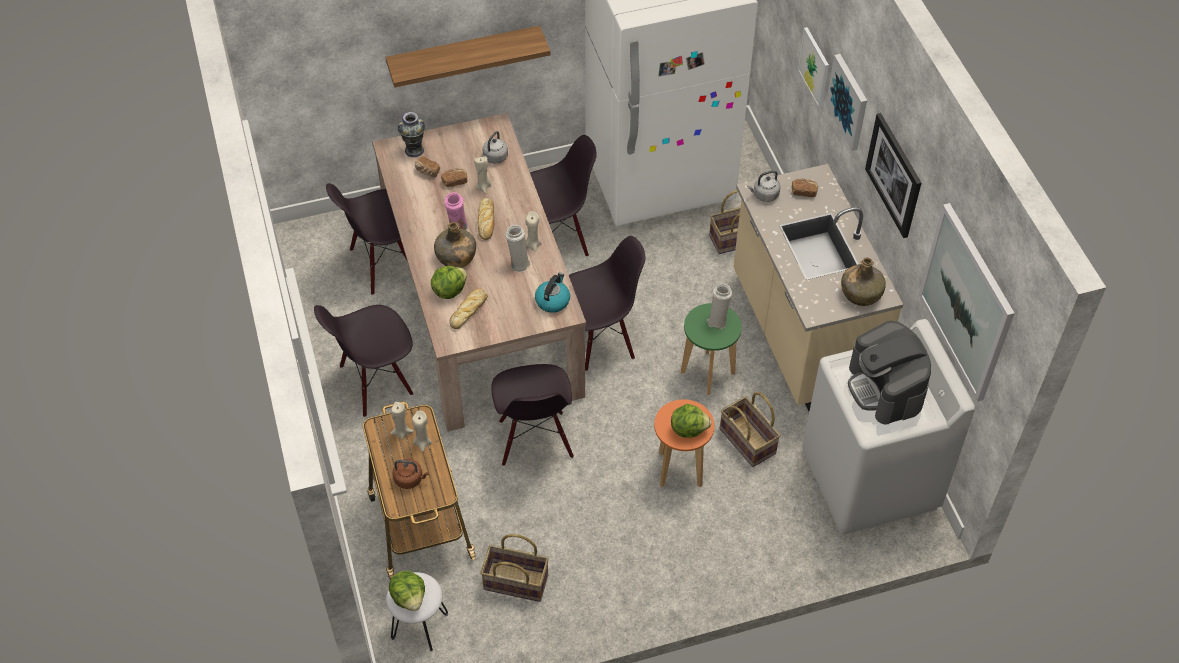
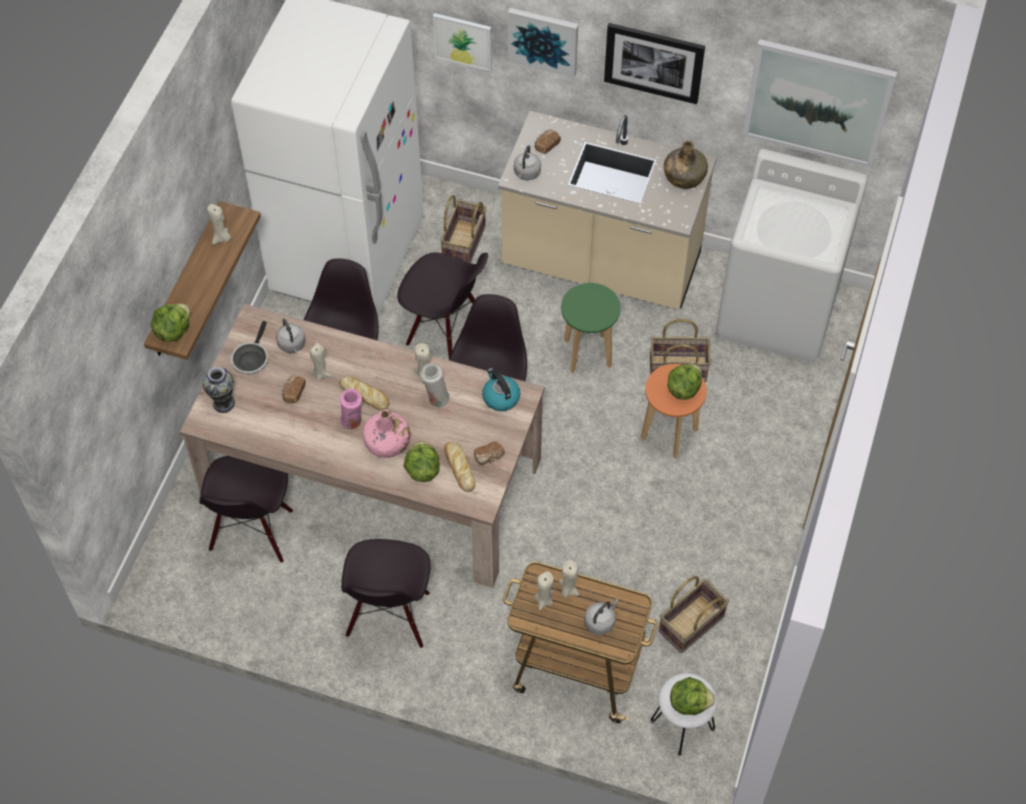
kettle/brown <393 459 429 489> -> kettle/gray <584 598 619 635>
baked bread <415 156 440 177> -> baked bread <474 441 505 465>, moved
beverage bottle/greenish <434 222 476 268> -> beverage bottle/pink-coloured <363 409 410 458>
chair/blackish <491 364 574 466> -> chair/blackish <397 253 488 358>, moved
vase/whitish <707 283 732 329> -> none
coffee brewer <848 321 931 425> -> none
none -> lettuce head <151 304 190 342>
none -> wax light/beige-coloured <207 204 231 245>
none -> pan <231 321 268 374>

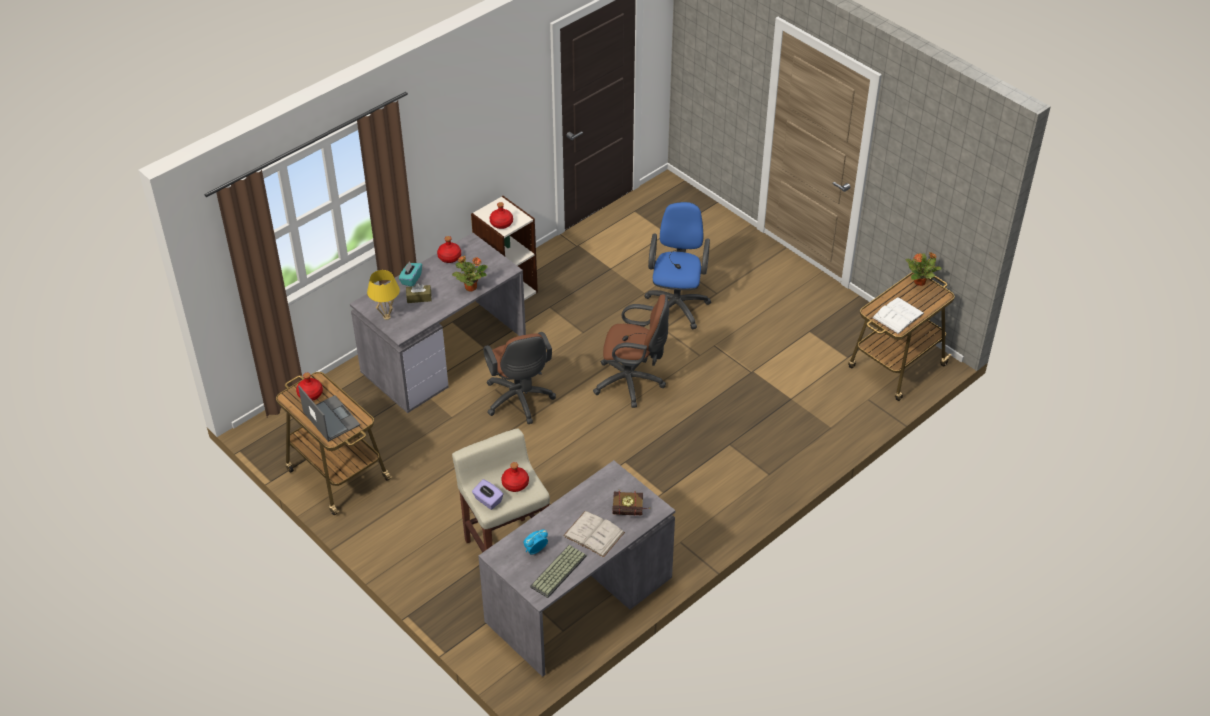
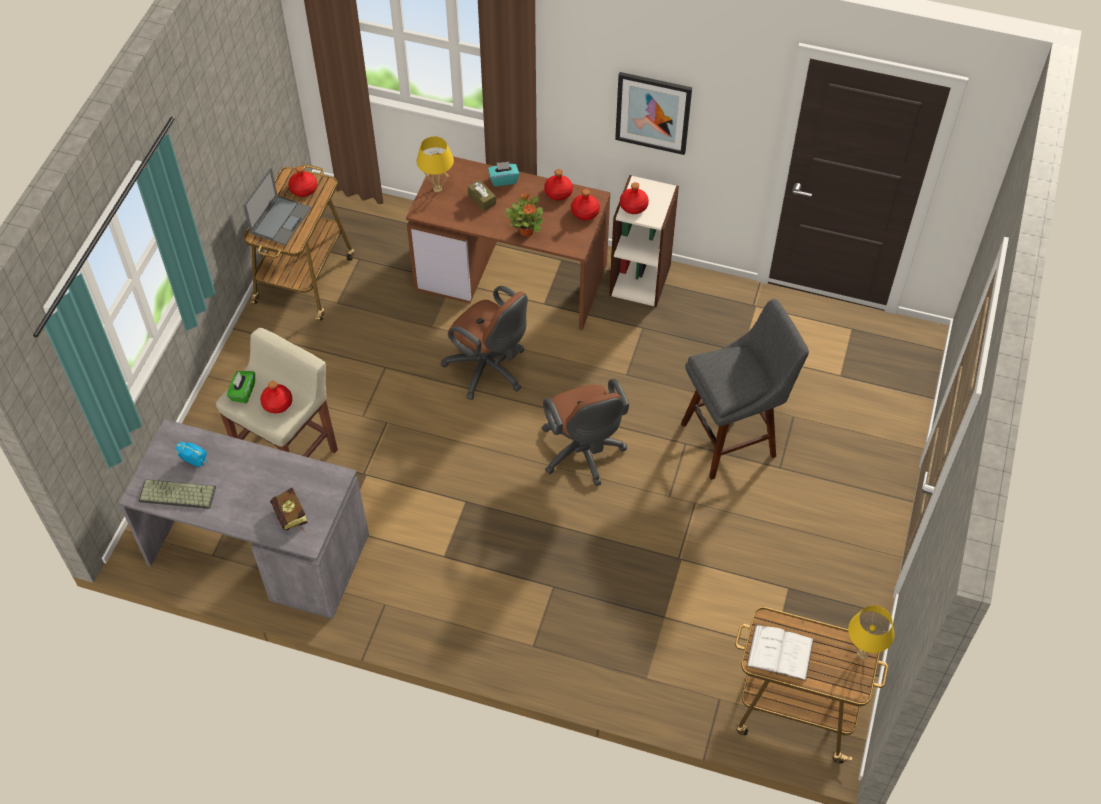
desk table/gray <350 233 526 413> -> desk table/brown <406 153 610 330>
tissue box/purple <472 479 503 510> -> tissue box/greenish <227 371 255 403>
computer chair/brown <484 332 556 424> -> computer chair/brown <441 286 528 400>, 90 degrees counterclockwise
volume/whitish <563 511 625 558> -> none
computer chair/blue-coloured <644 202 711 330> -> sitting stool/gray <681 299 809 480>
plant in a pot <905 252 942 286> -> lamp for a table/yellowish <848 605 894 659>
none -> beverage bottle/red-coloured <571 189 600 220>
none -> wall picture <615 72 692 155>

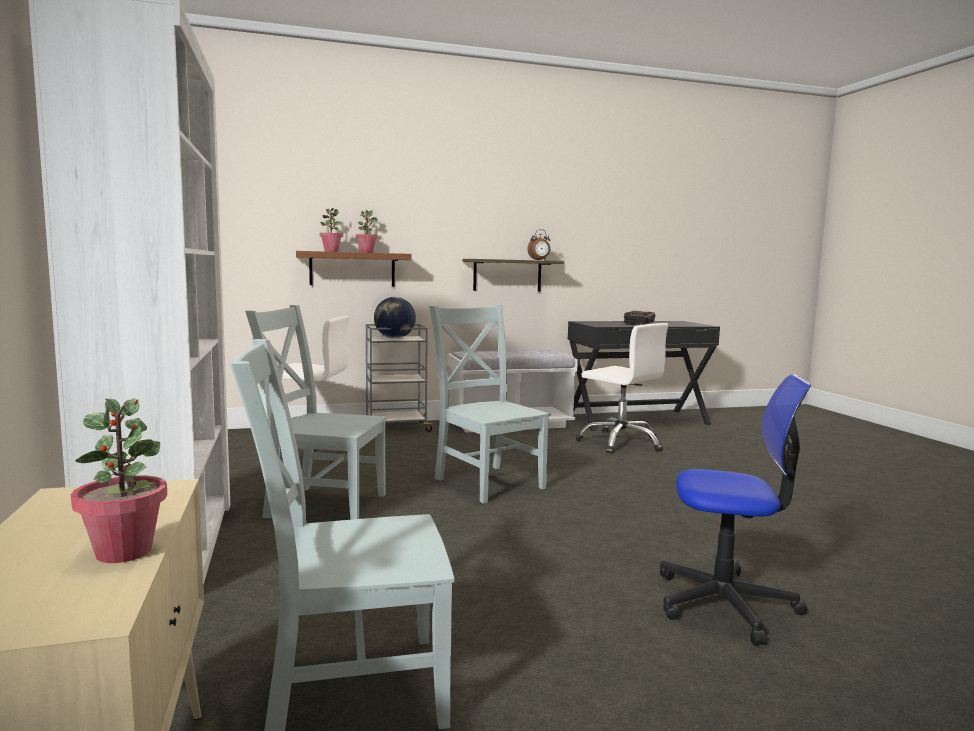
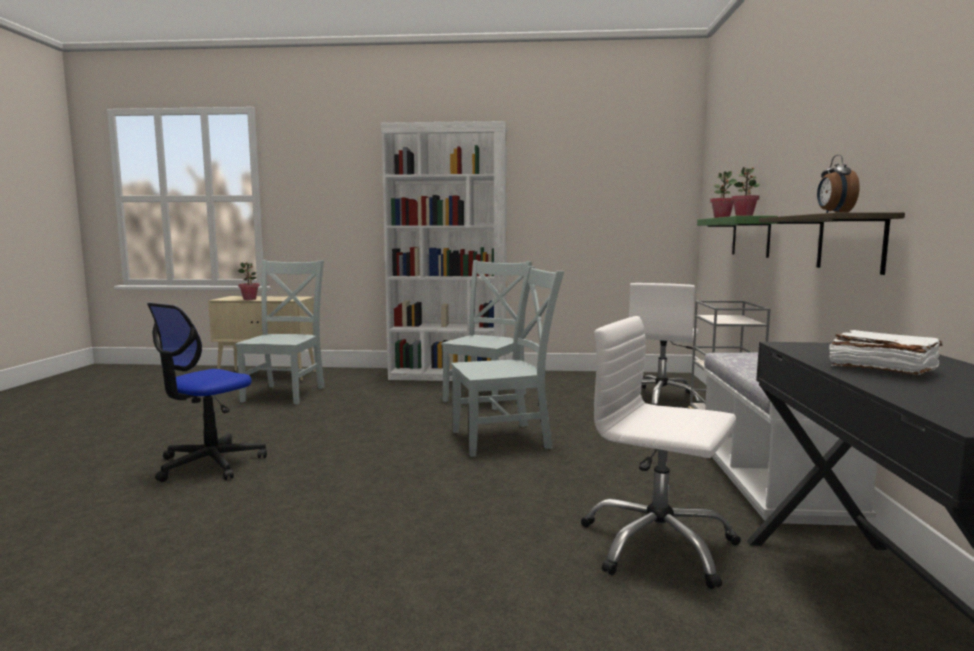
shelf/brown <296 251 412 286> -> shelf/greenish <697 216 778 258>
world globe <374 297 416 339> -> none
computer chair/whitish <576 323 668 454> -> computer chair/whitish <581 316 741 589>, 60 degrees clockwise
volume/blackish <623 311 656 325> -> volume/whitish <829 330 943 375>

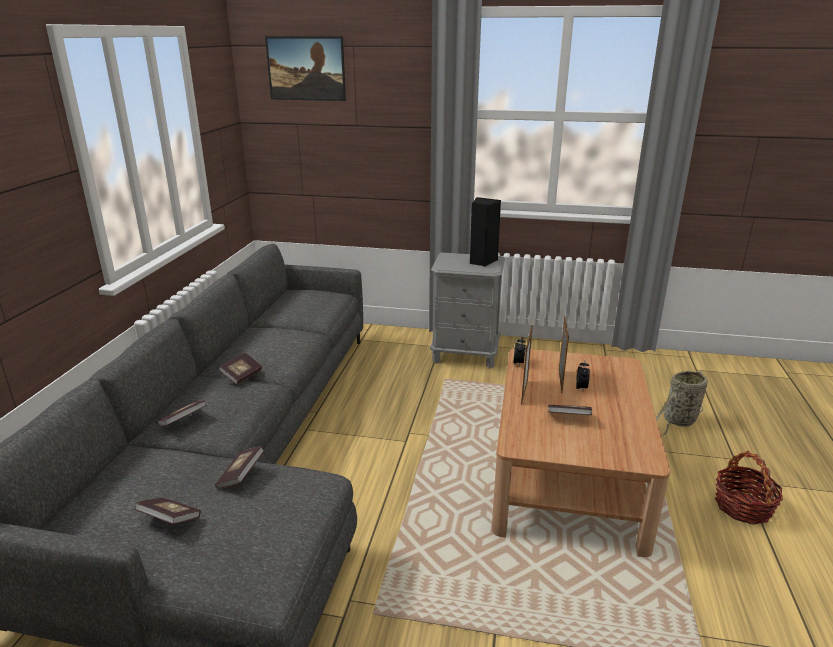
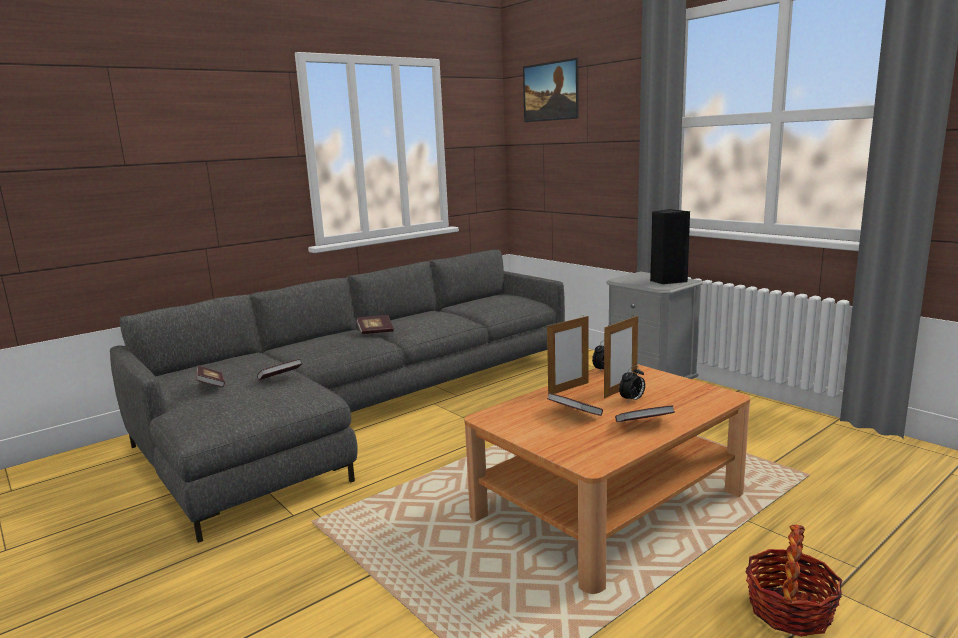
volume <157 400 207 426> -> volume <615 405 675 422>, moved
basket <656 370 708 436> -> none

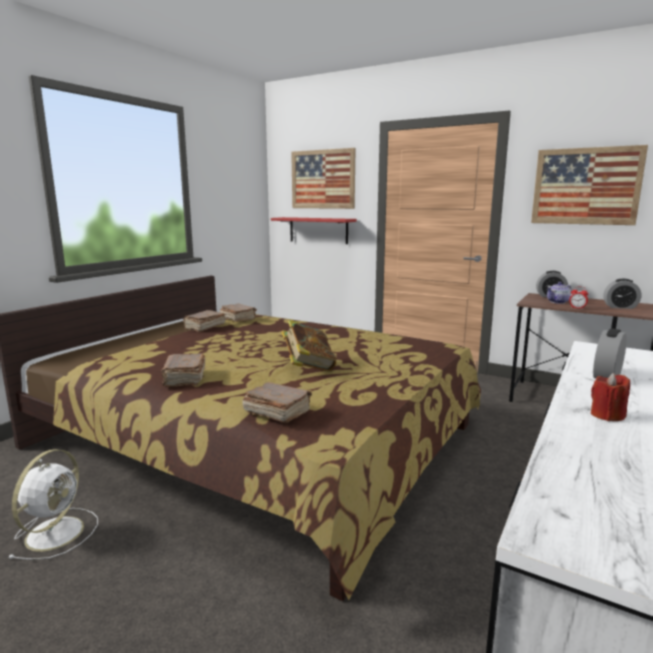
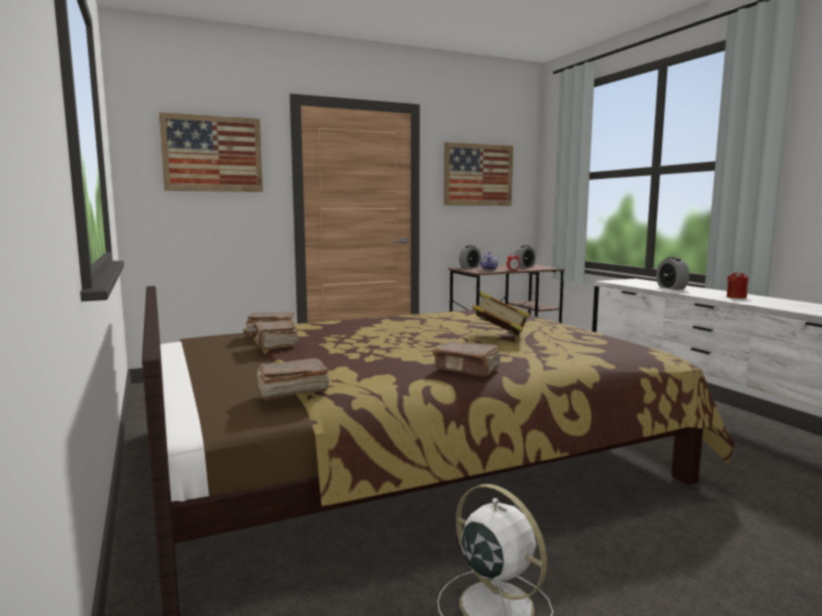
volume/brown <242 382 312 423> -> volume/brown <256 358 329 400>, moved
shelf/red-coloured <271 217 357 244> -> none

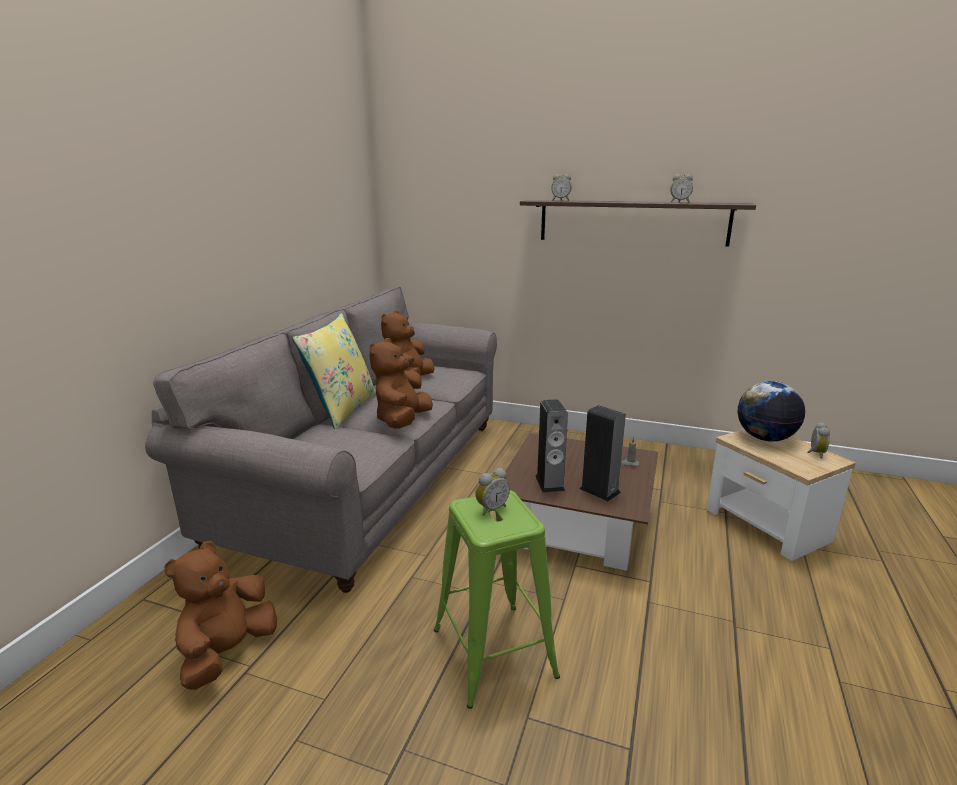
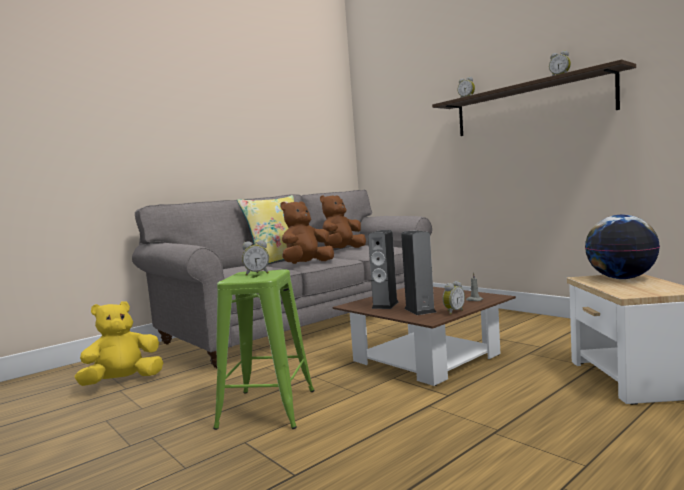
soft toy/brown <164 541 277 690> -> soft toy/yellowish <74 301 164 386>
bedside clock <808 422 830 459> -> bedside clock <443 281 465 315>, moved

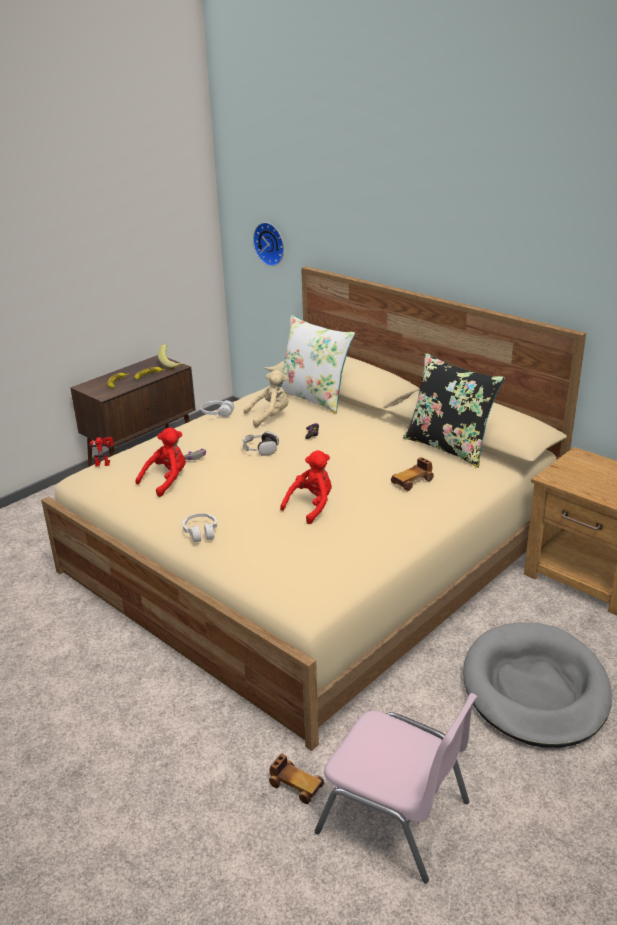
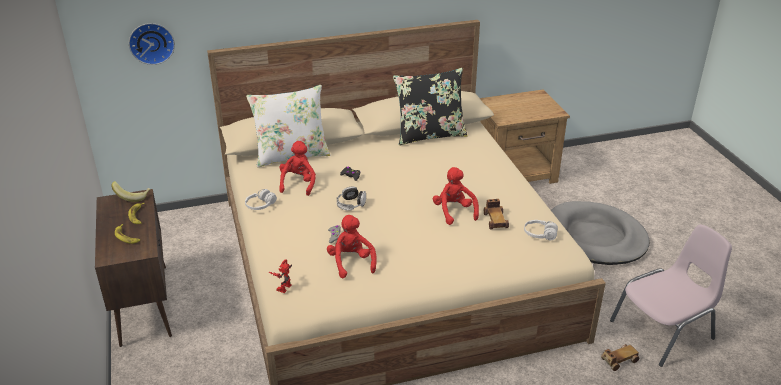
headset/whitish <183 513 217 542> -> headset/whitish <524 220 558 240>, moved
soft toy/beige-coloured <244 370 289 427> -> soft toy/red-coloured <279 141 316 196>
model car <391 457 434 491> -> model car <484 199 509 230>, moved

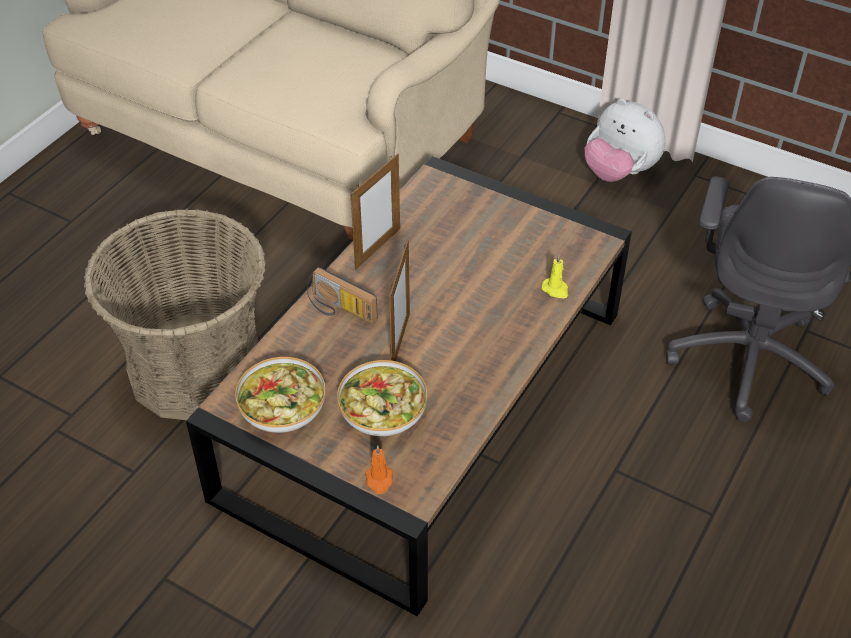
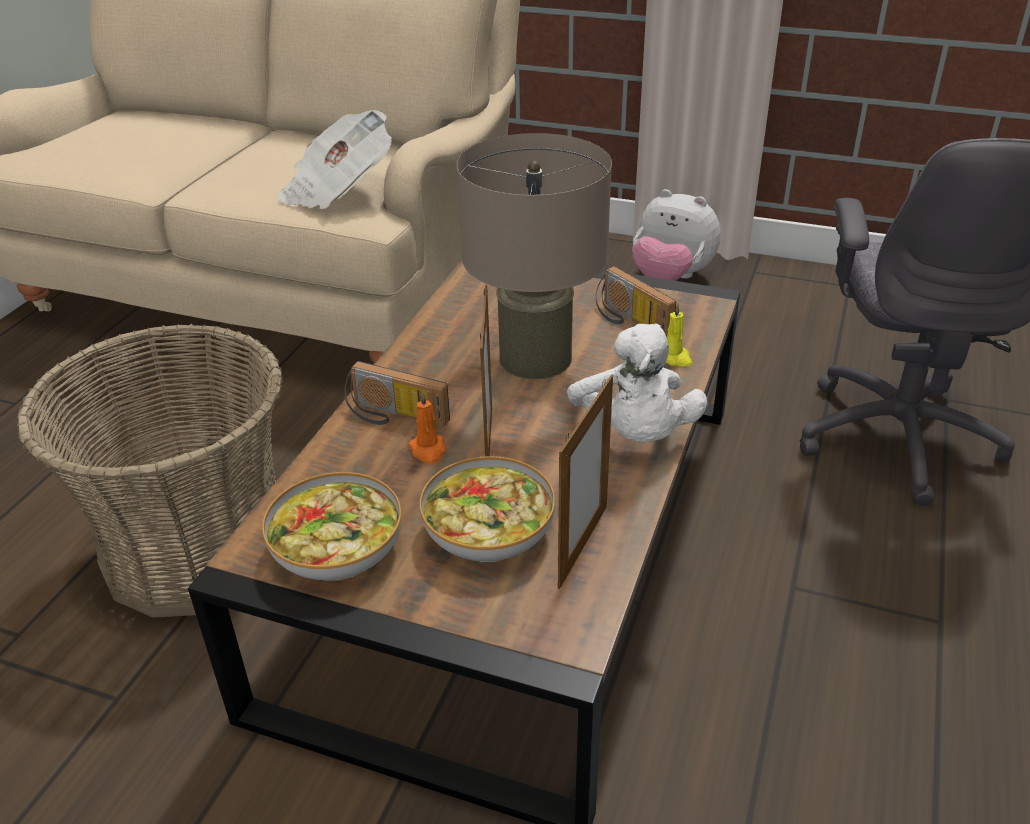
photo frame <351 153 400 269> -> photo frame <558 375 613 589>, moved
wax light/orangey <365 445 393 494> -> wax light/orangey <408 391 446 464>, moved
none -> daily paper <277 110 392 209>
none -> lamp for a table/beige-coloured <457 133 612 379>
none -> soft toy/whitish <567 324 707 442>
none -> radio set <596 266 676 337>

